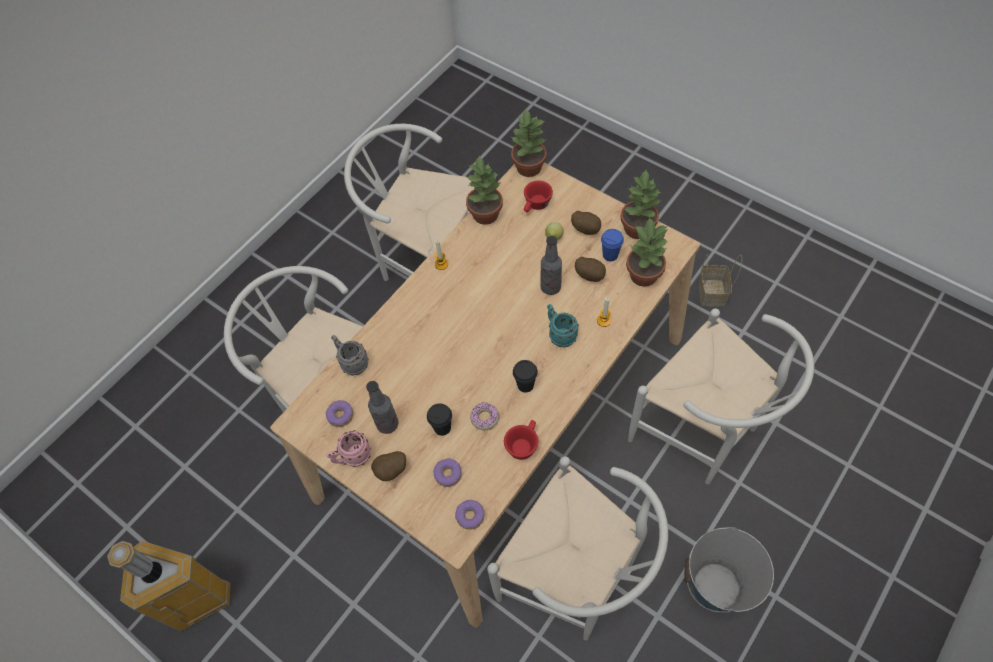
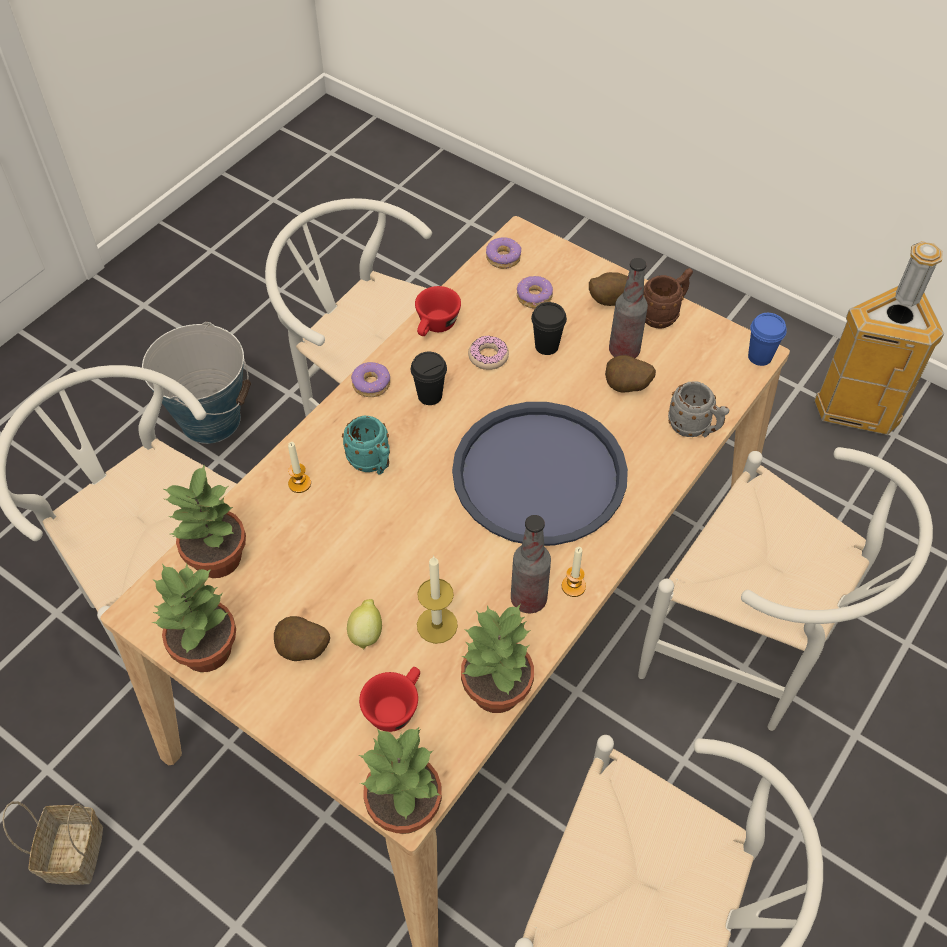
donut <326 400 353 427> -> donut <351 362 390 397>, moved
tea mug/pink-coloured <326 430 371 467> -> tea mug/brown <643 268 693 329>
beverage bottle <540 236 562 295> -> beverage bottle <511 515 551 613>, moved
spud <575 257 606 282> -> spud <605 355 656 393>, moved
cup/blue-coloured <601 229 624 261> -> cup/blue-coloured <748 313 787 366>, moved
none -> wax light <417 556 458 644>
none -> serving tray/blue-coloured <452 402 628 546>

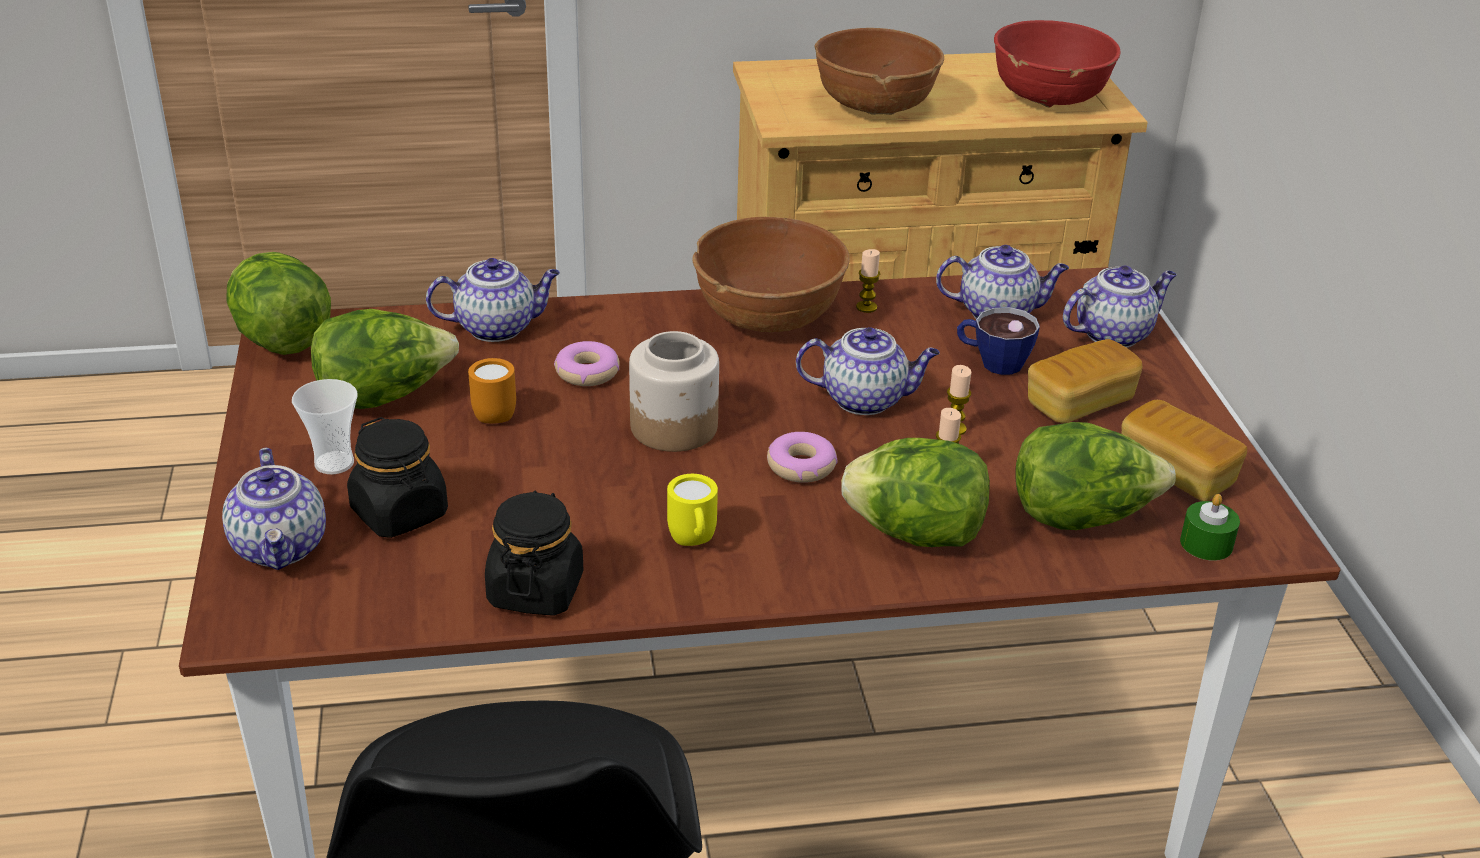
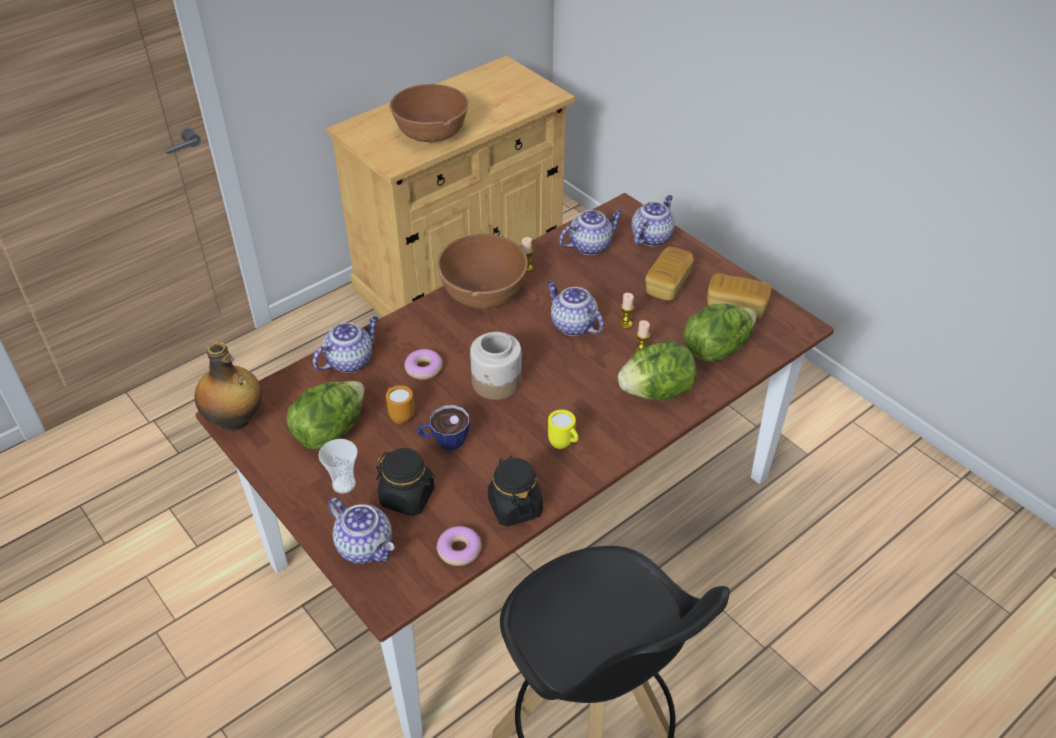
lettuce head <226 252 331 355> -> beverage bottle <195 341 262 431>
donut <767 432 838 483> -> donut <436 526 481 566>, moved
tea pot <796 327 940 415> -> tea pot <547 281 604 336>, 105 degrees counterclockwise
cup <957 307 1040 375> -> cup <417 405 469 450>, moved
serving bowl/red-coloured <994 20 1121 108> -> none
wax light/greenish <1180 494 1240 561> -> none

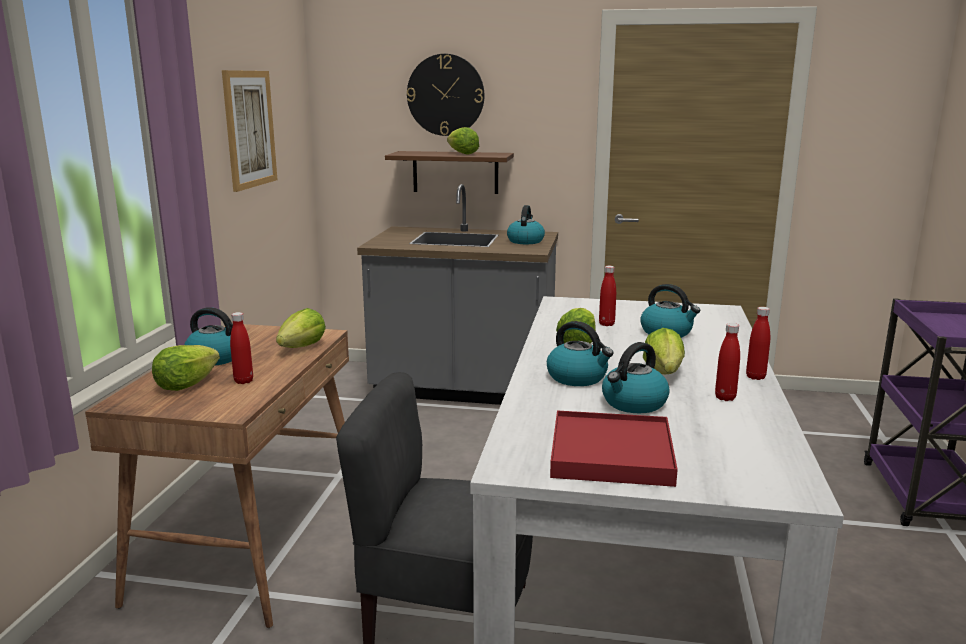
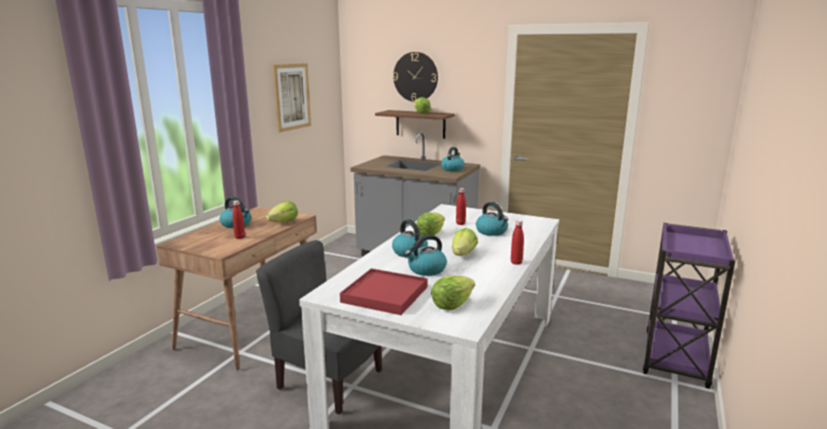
lettuce head <152 345 220 391> -> lettuce head <431 276 475 310>, moved
beverage bottle/red-coloured <715 323 740 401> -> none

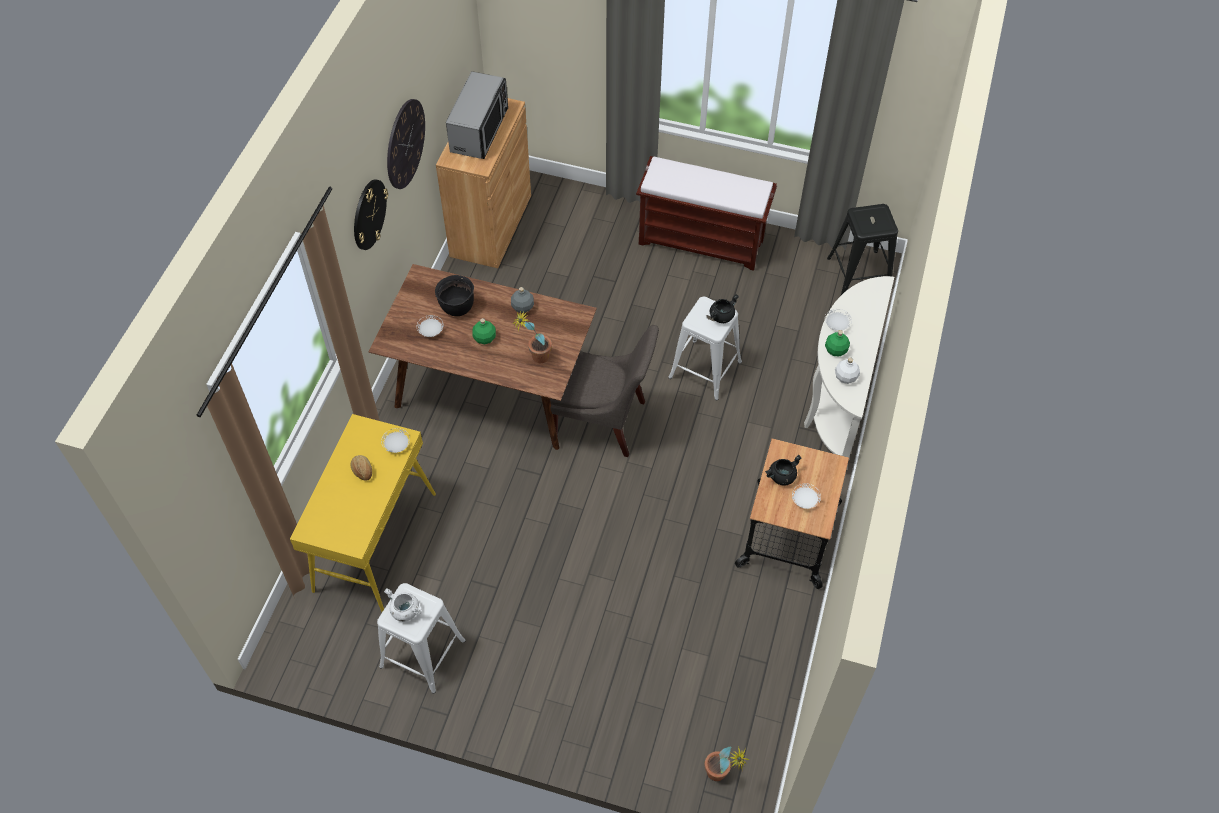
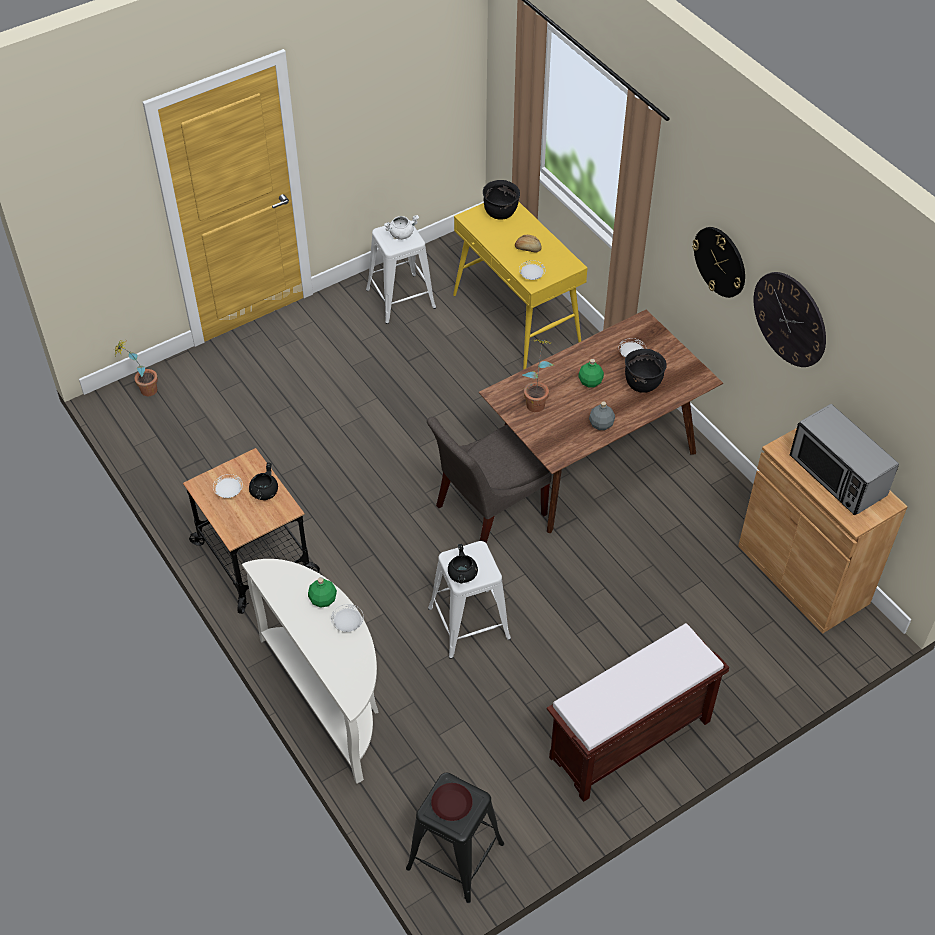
beverage bottle/whitish <835 357 860 384> -> none
none -> flat dish/brown <431 783 473 821>
none -> cooking pot/blackish <483 180 520 220>

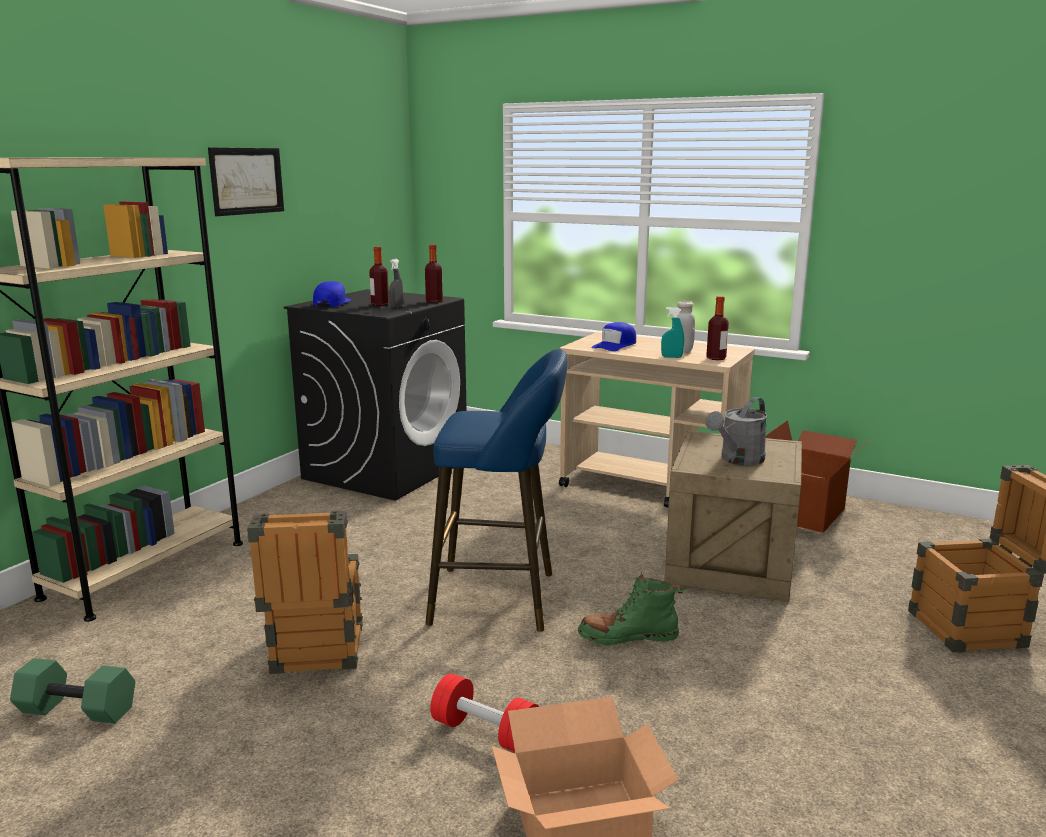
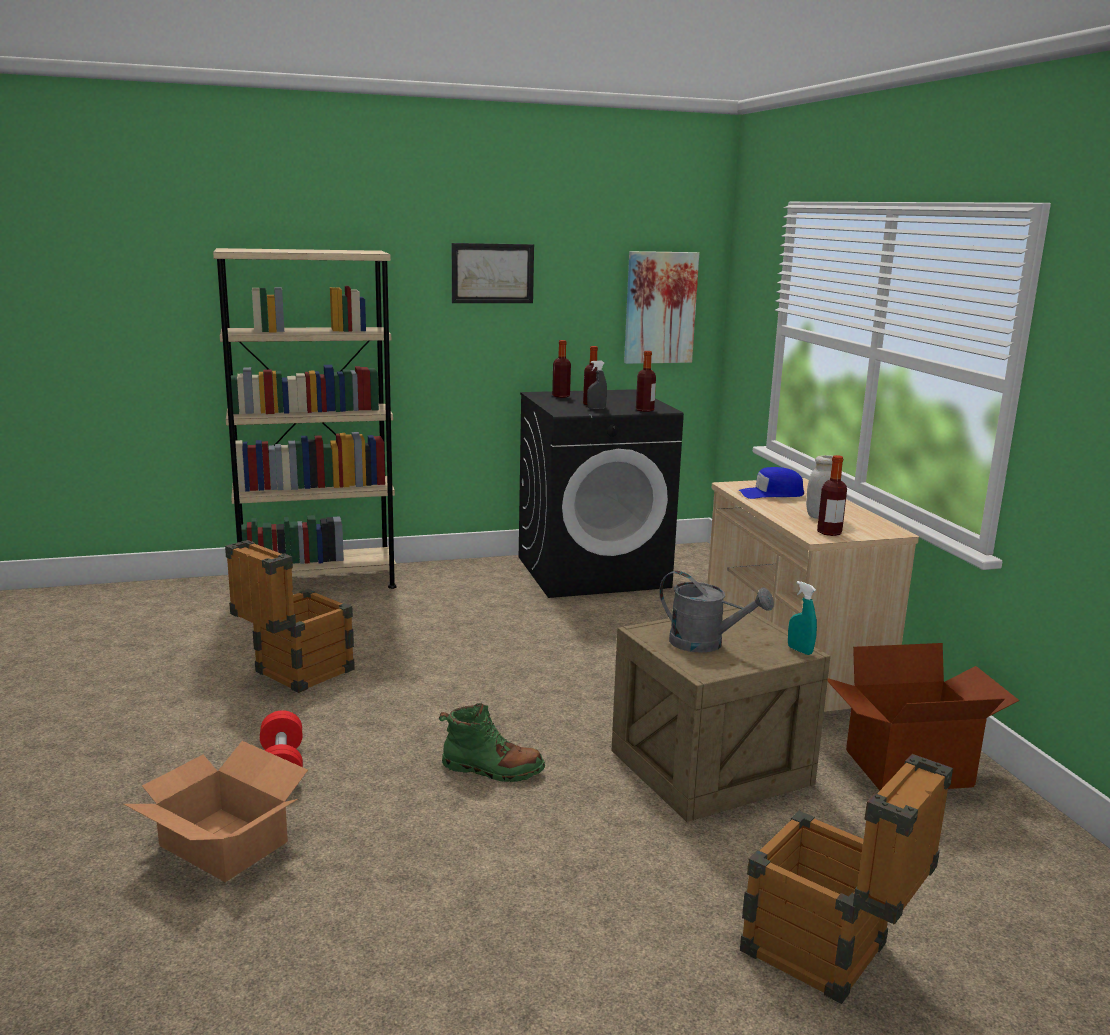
dumbbell/greenish <10 658 135 724> -> none
peaked cap/blue-coloured <313 281 352 307> -> beverage bottle <552 340 571 398>
sitting stool/blue-coloured <425 349 568 632> -> none
tall boot/greenish <578 572 684 645> -> tall boot/greenish <439 703 545 782>, 150 degrees clockwise
hand sprayer/turquoise-coloured <661 307 684 358> -> hand sprayer/turquoise-coloured <788 581 817 655>, moved
sprinkling can/gray <706 397 768 465> -> sprinkling can/gray <659 571 774 653>, 150 degrees counterclockwise
none -> wall picture <624 251 699 364>

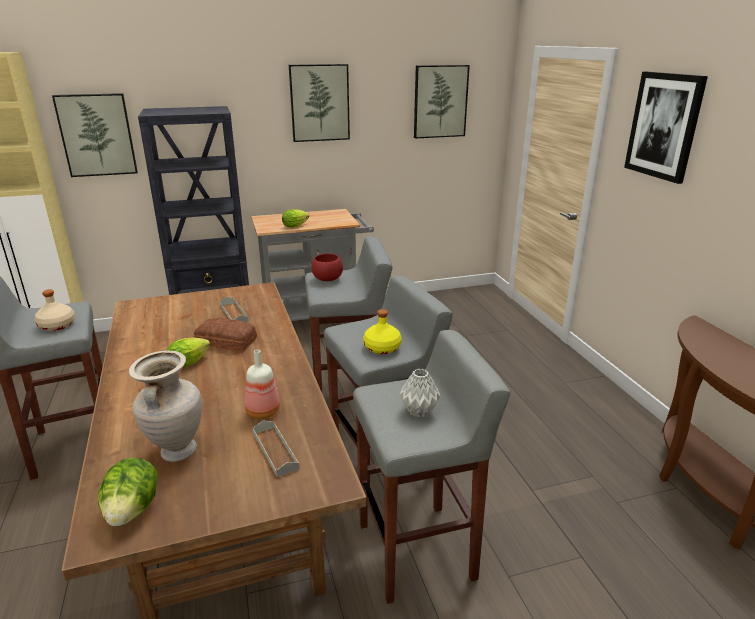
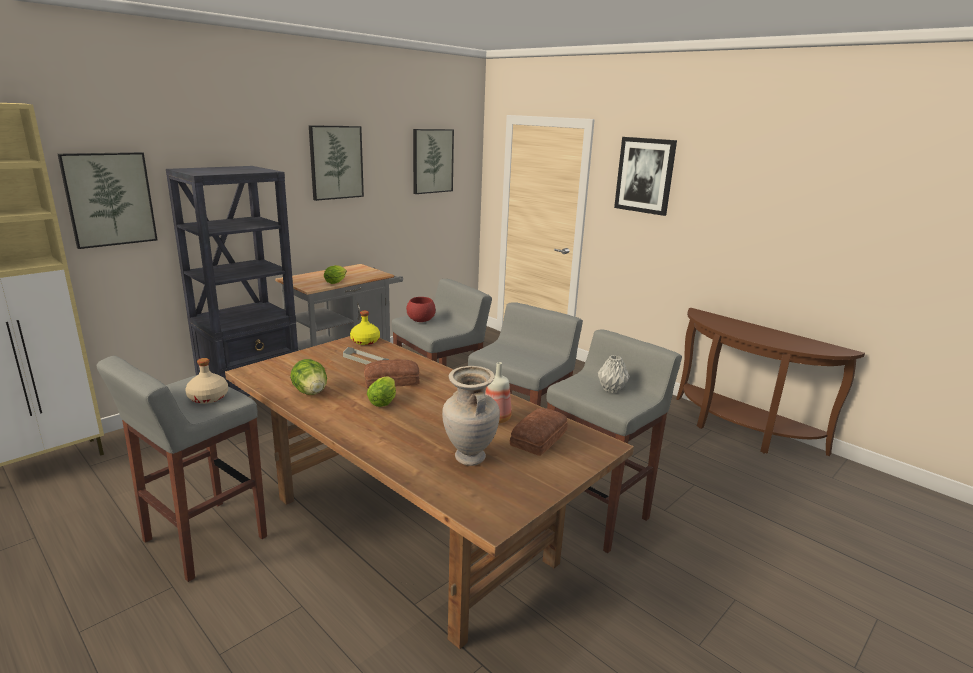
lettuce head <98 458 158 526> -> lettuce head <290 359 327 395>, moved
serving tray/gray <253 420 300 477> -> baked bread <510 408 568 456>
beverage bottle/yellowish <363 309 402 354> -> beverage bottle/yellowish <350 311 380 345>, moved

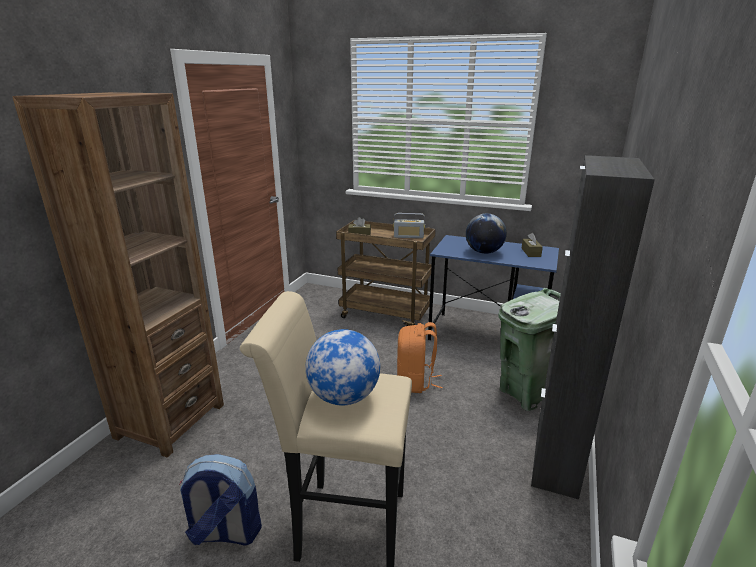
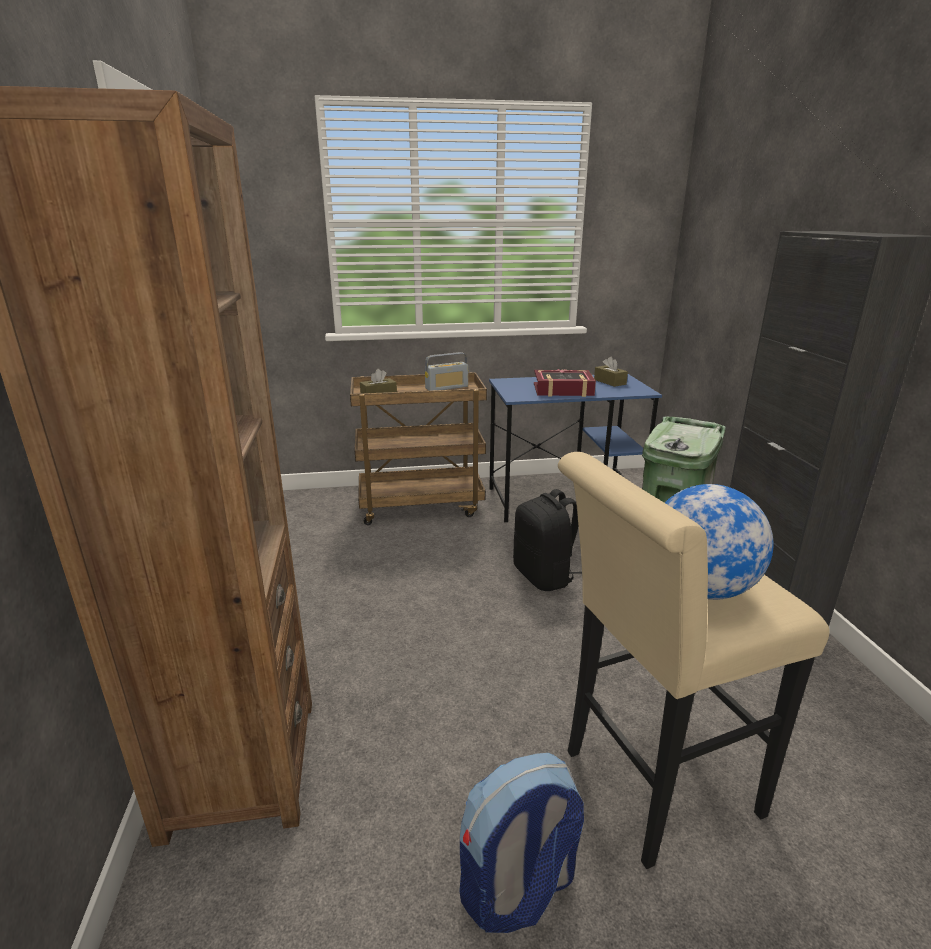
backpack/orangey <397 322 442 393> -> backpack/blackish <513 489 582 591>
world globe <466 213 507 254> -> volume <534 369 596 397>

